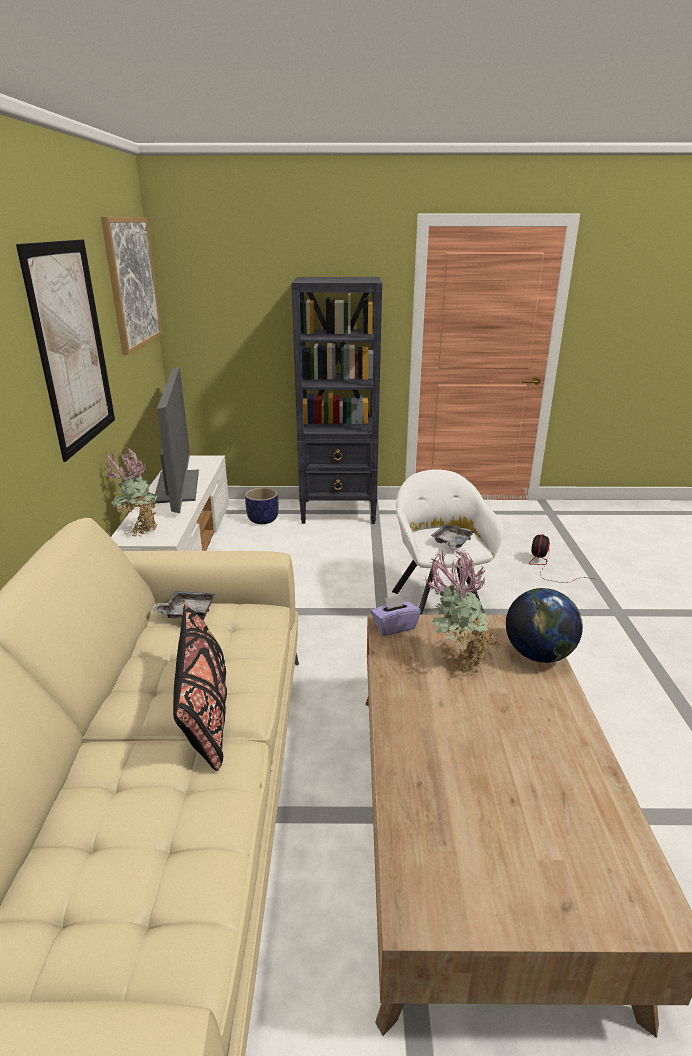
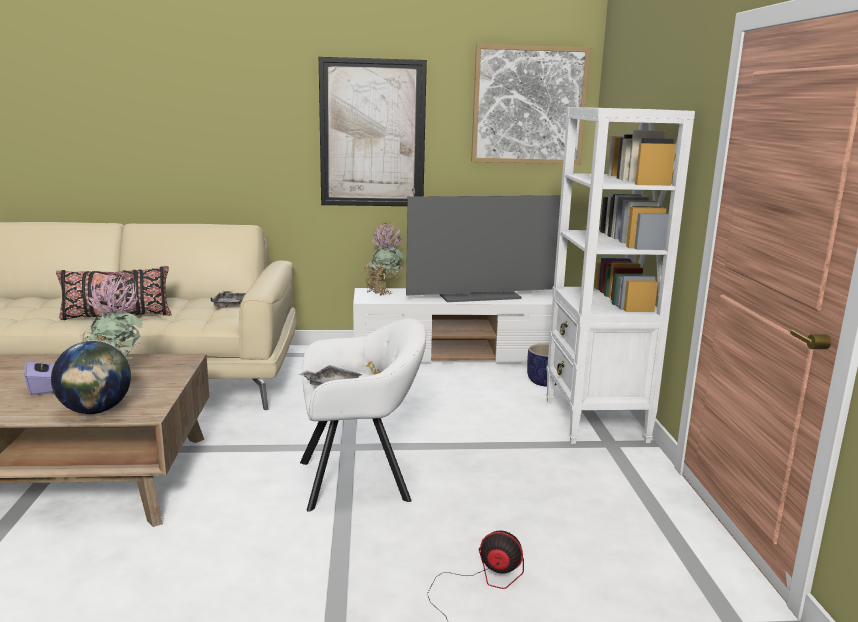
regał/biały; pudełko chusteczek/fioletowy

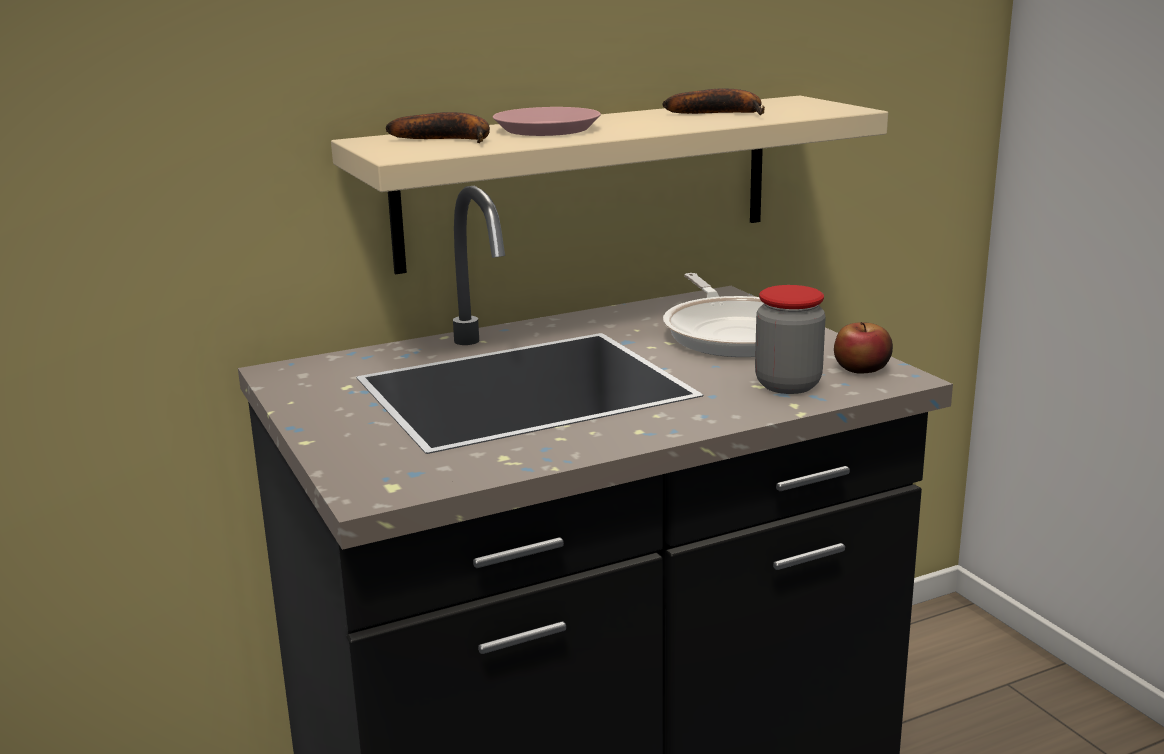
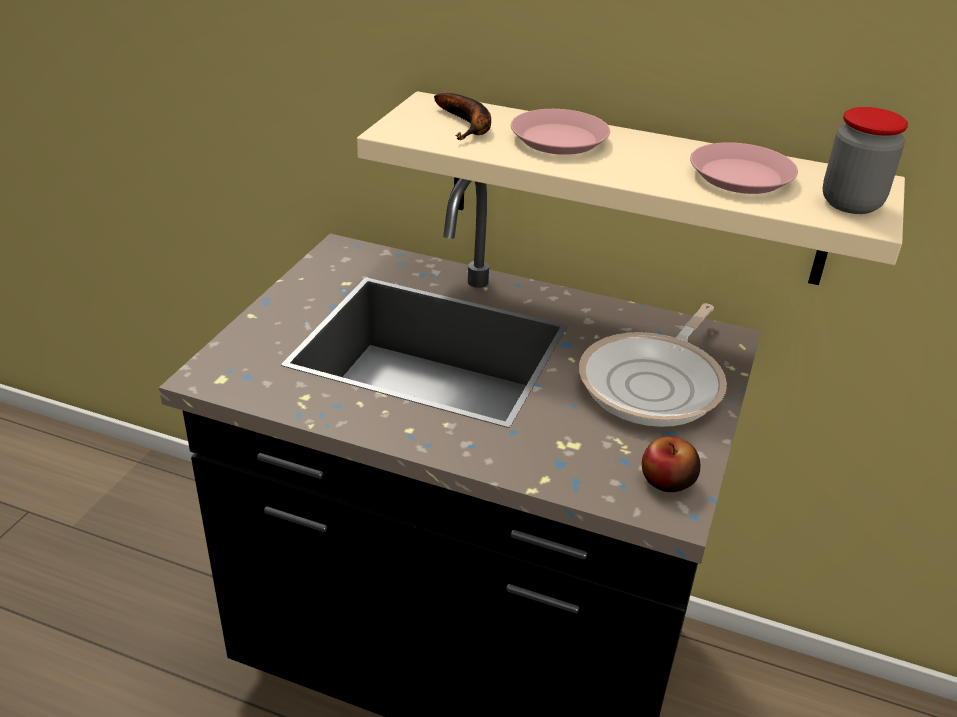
talerz/różowy (no. 2 from left); słoik

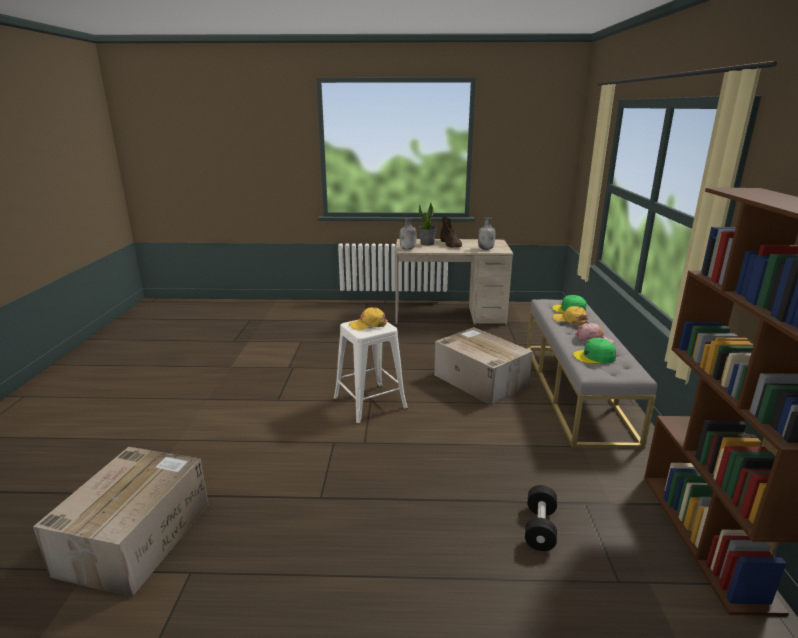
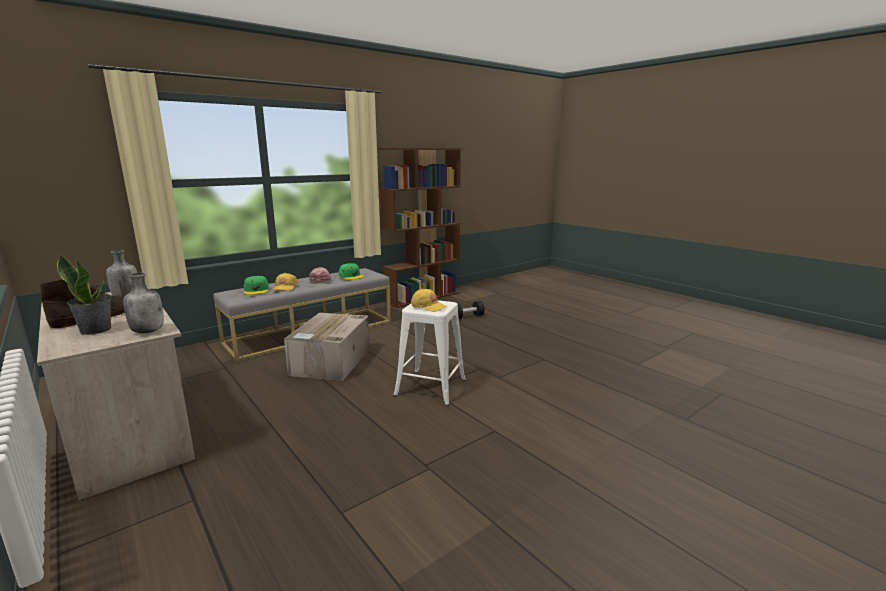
karton (no. 1 from left in the first image)

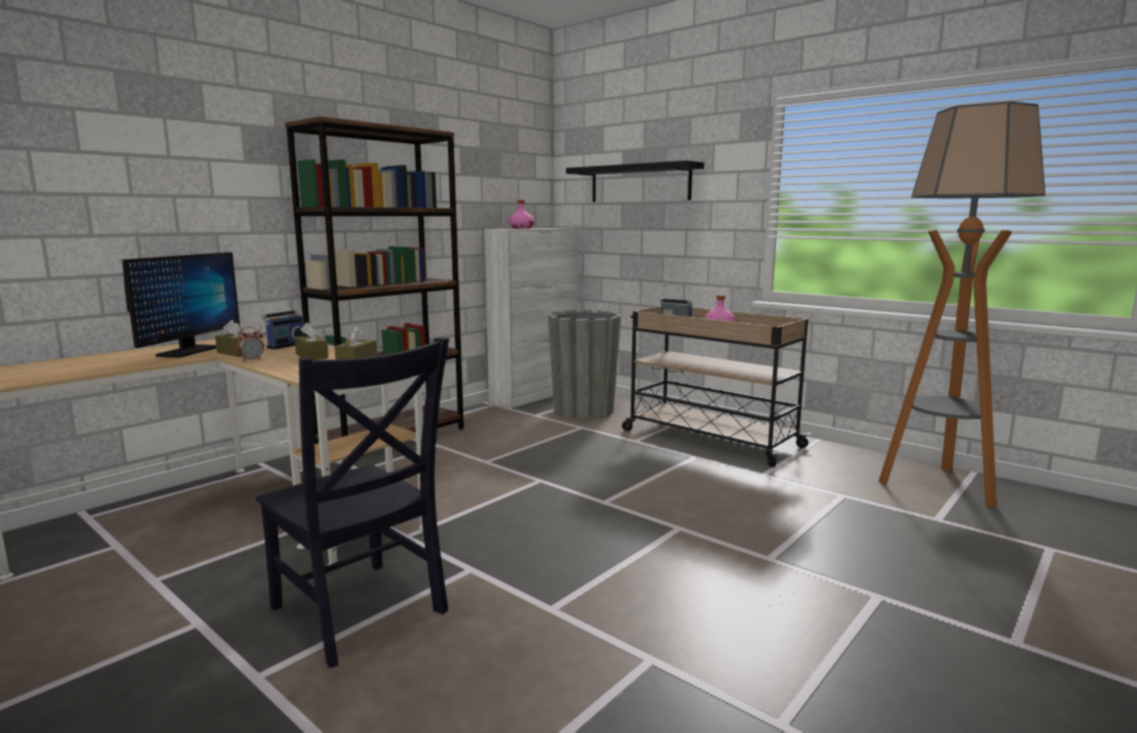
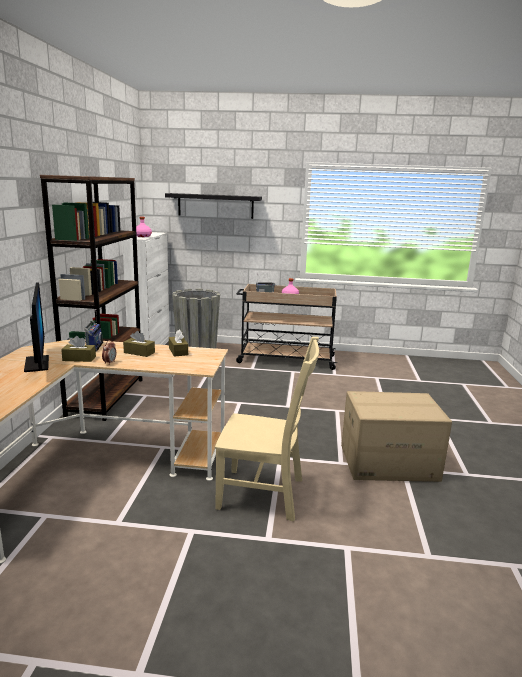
lampa stojąca; krzesło/beżowy; karton

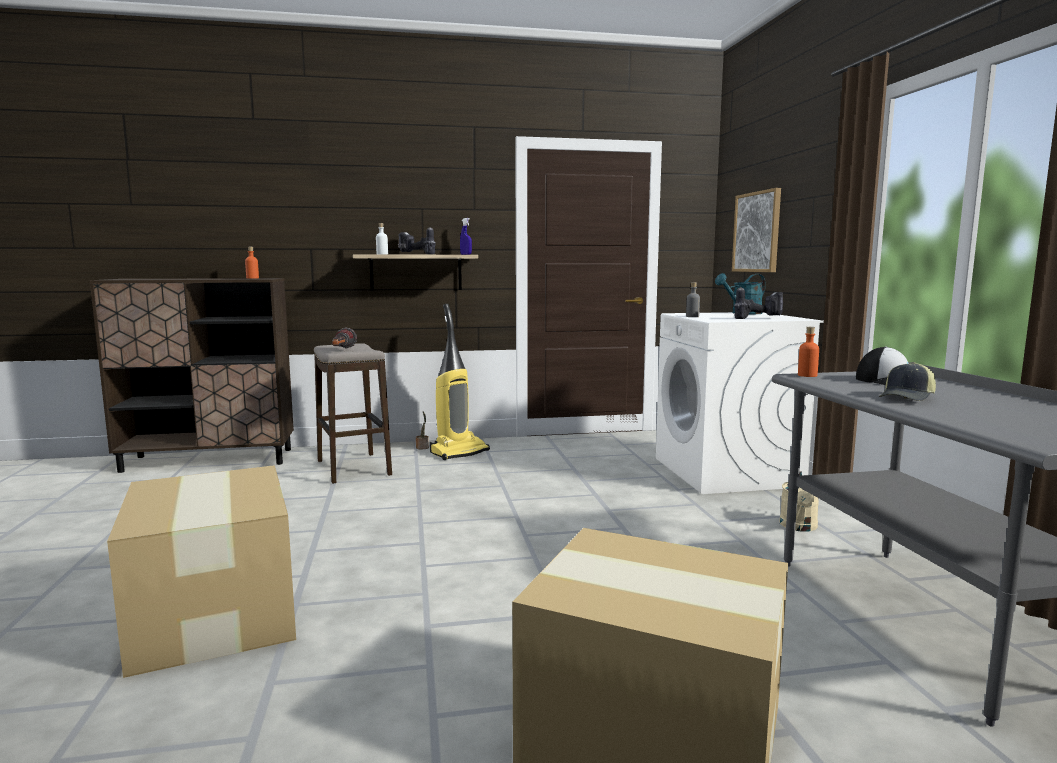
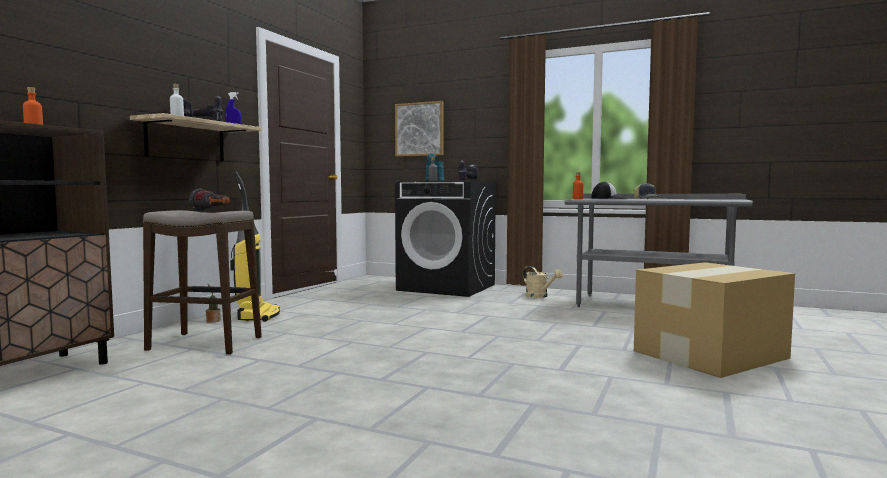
pralka/czarny; karton (no. 1 from left in the first image)

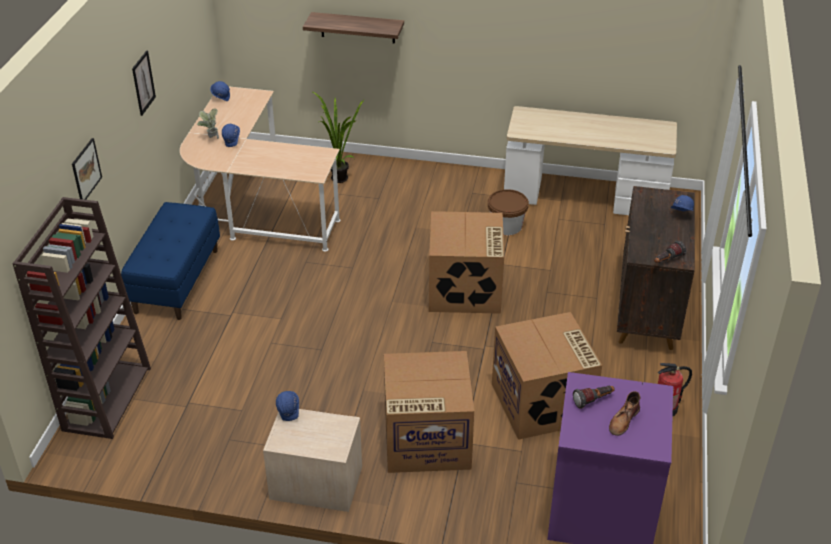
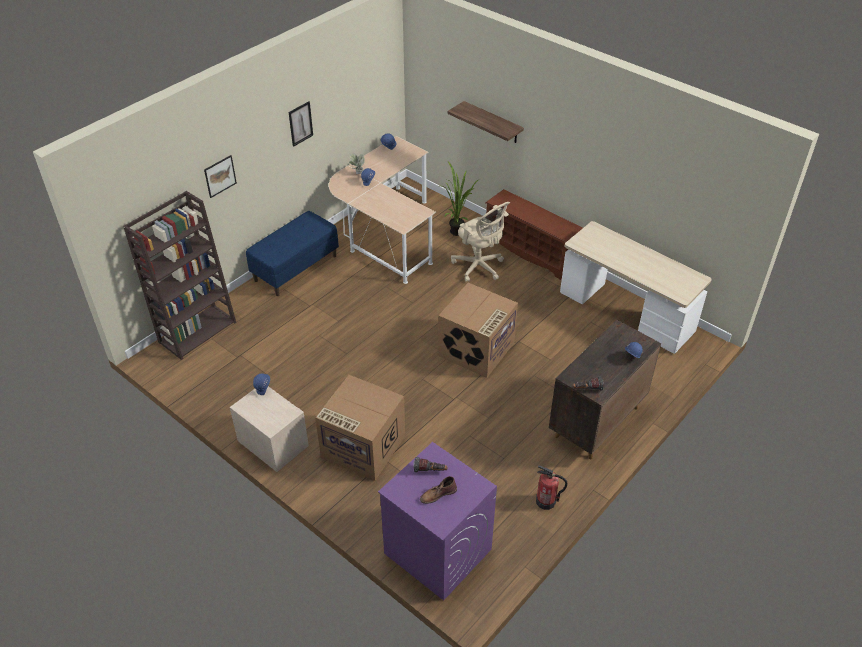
wiadro/brązowy; karton (no. 3 from left in the first image); regał na buty/brązowy; krzesło biurowe/beżowy

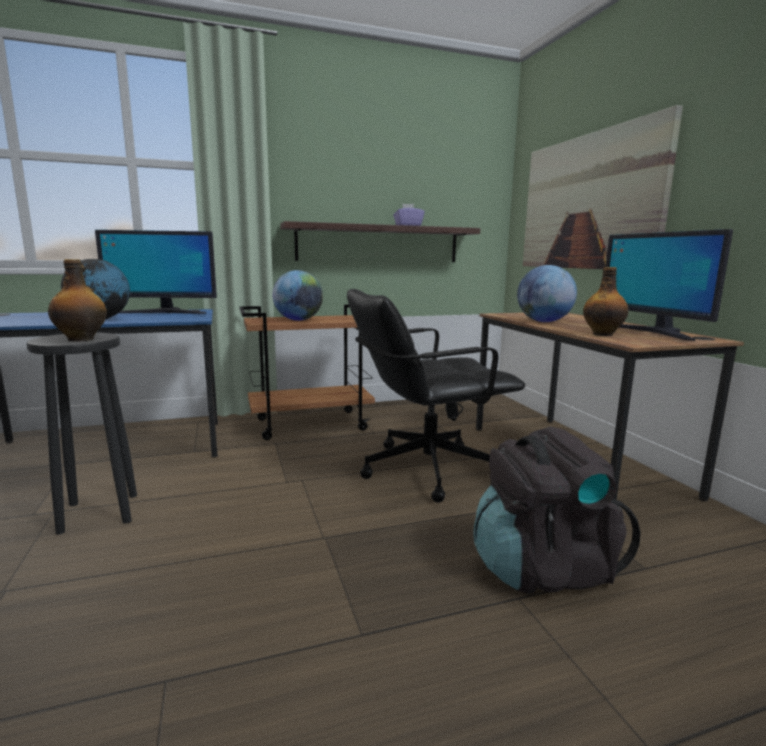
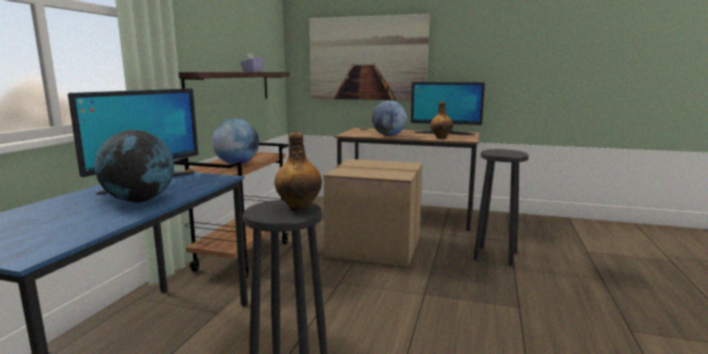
karton; stołek/czarny (no. 2 from left)

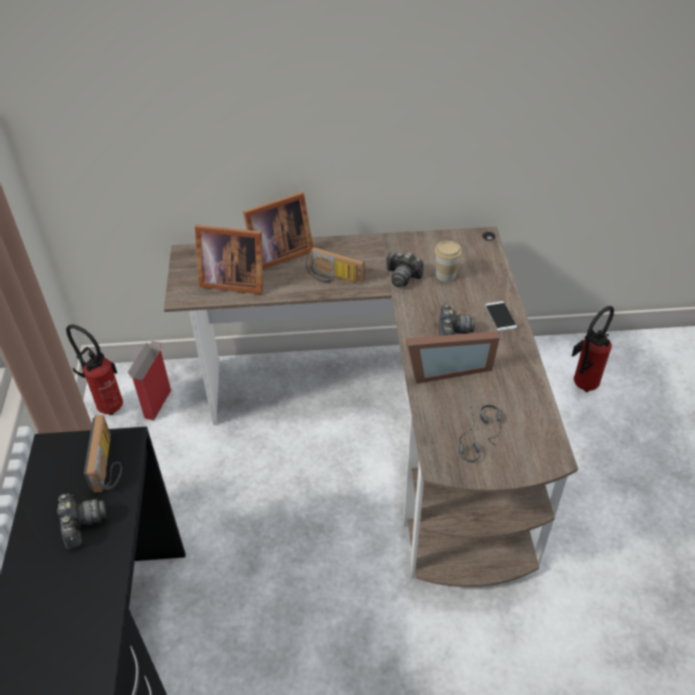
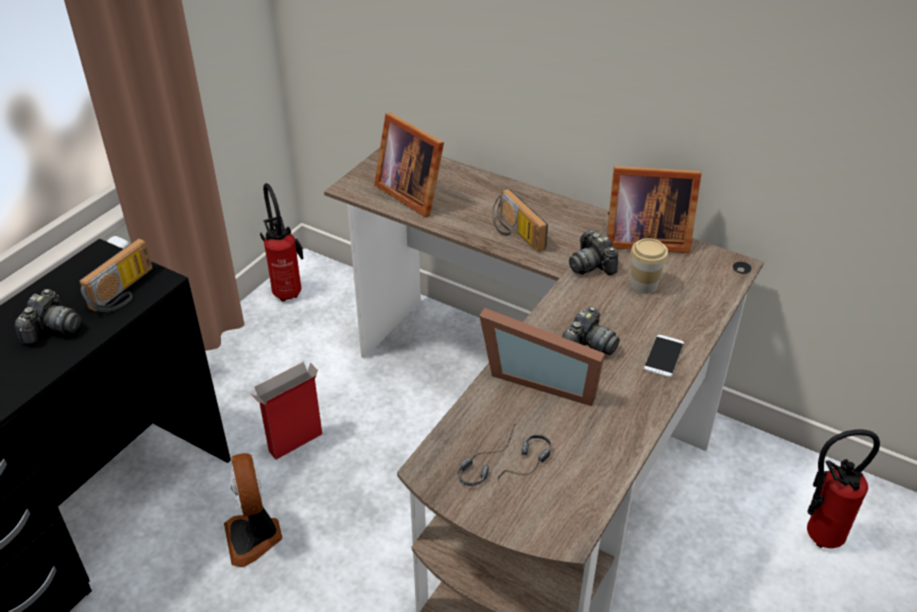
ramka na zdjęcie (no. 3 from left); karton; wentylator

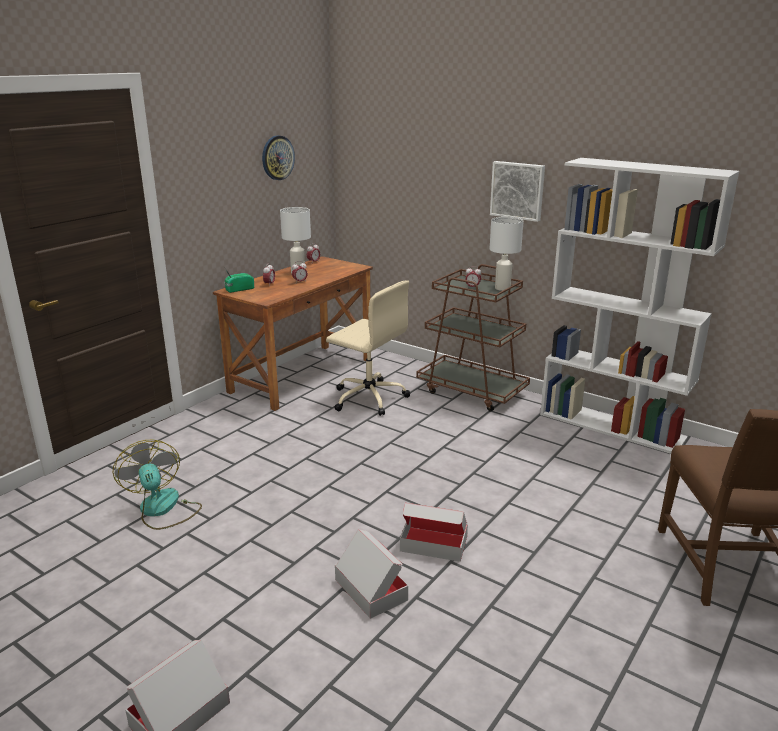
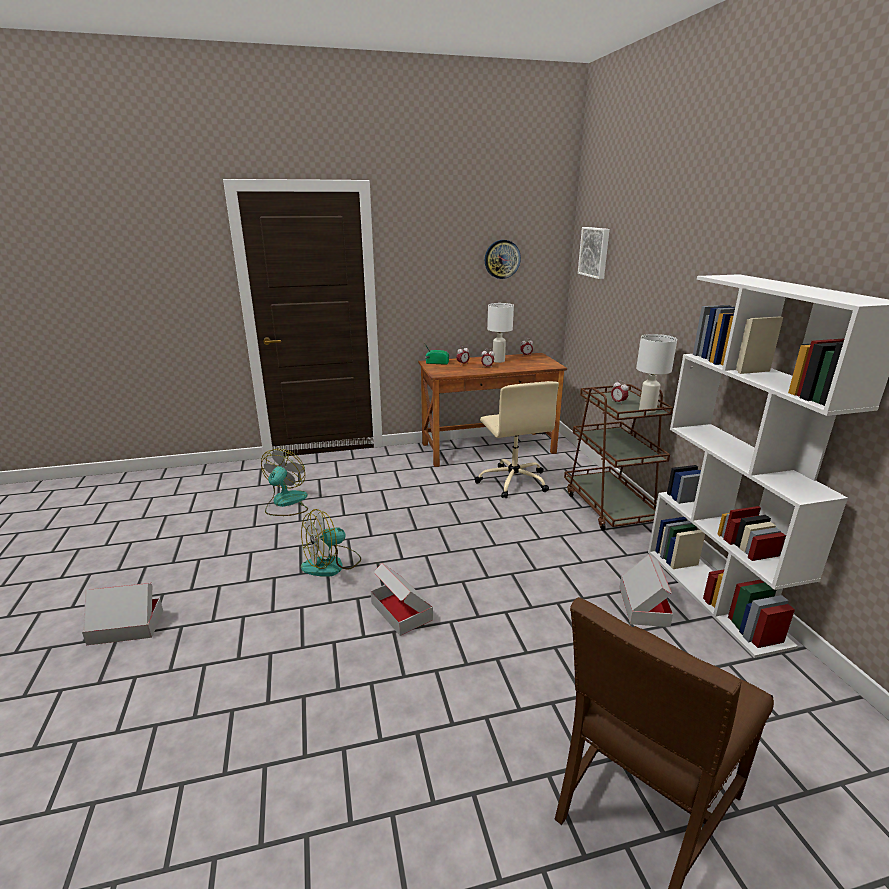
obraz; karton (no. 3 from left); wentylator (no. 2 from left)

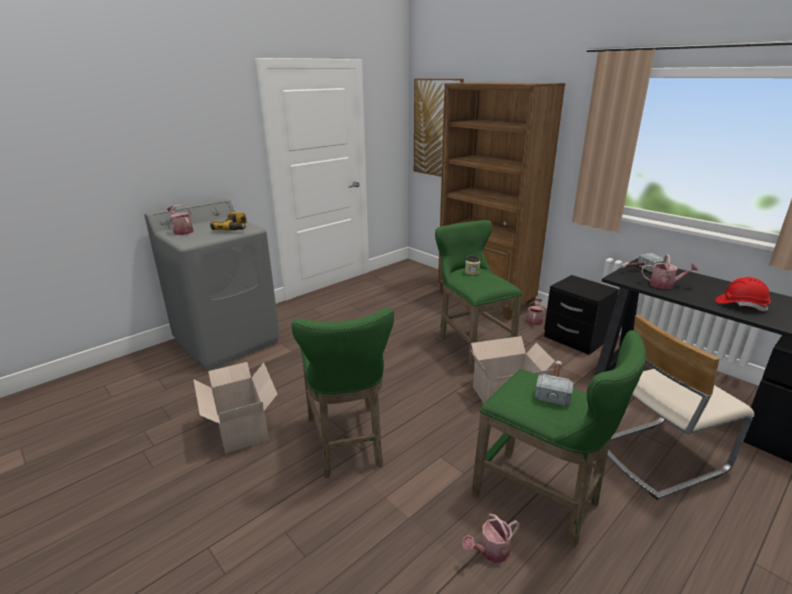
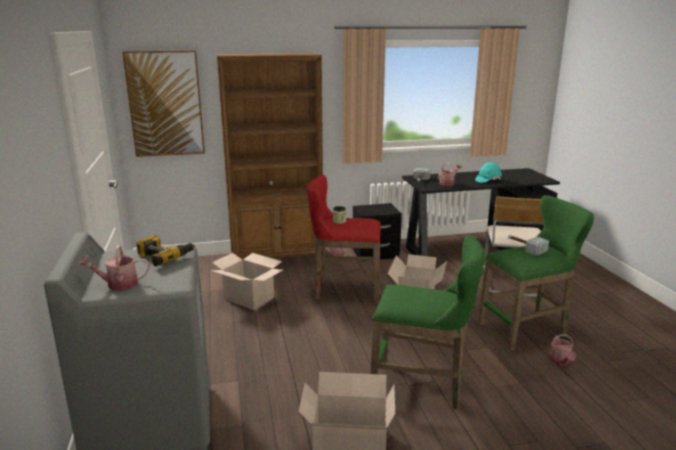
stołek/czerwony; kask/turkusowy; karton (no. 1 from left)

